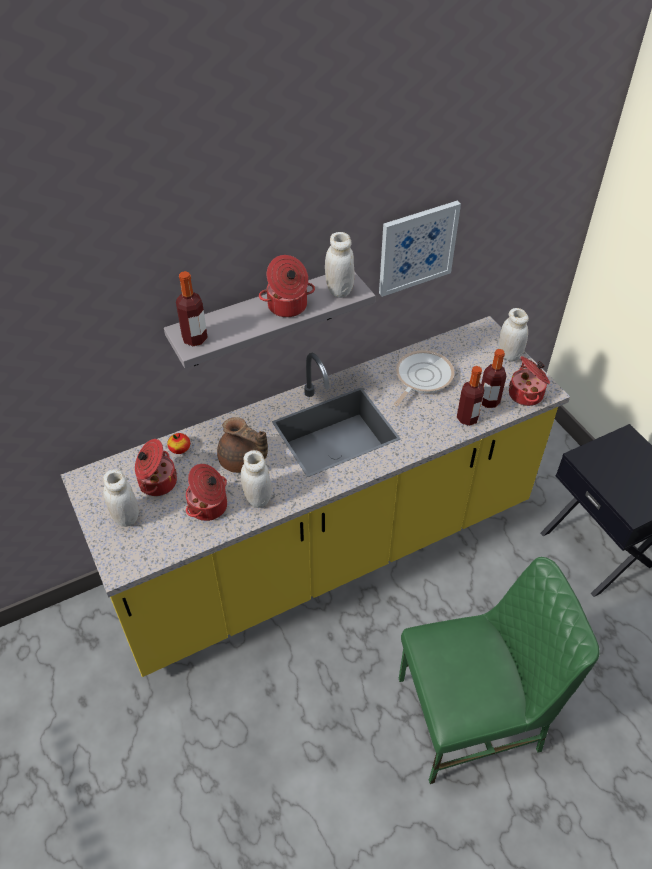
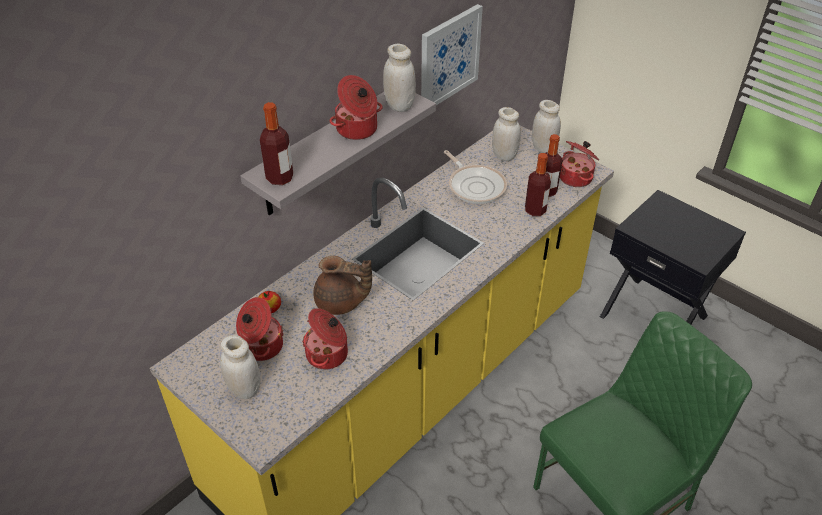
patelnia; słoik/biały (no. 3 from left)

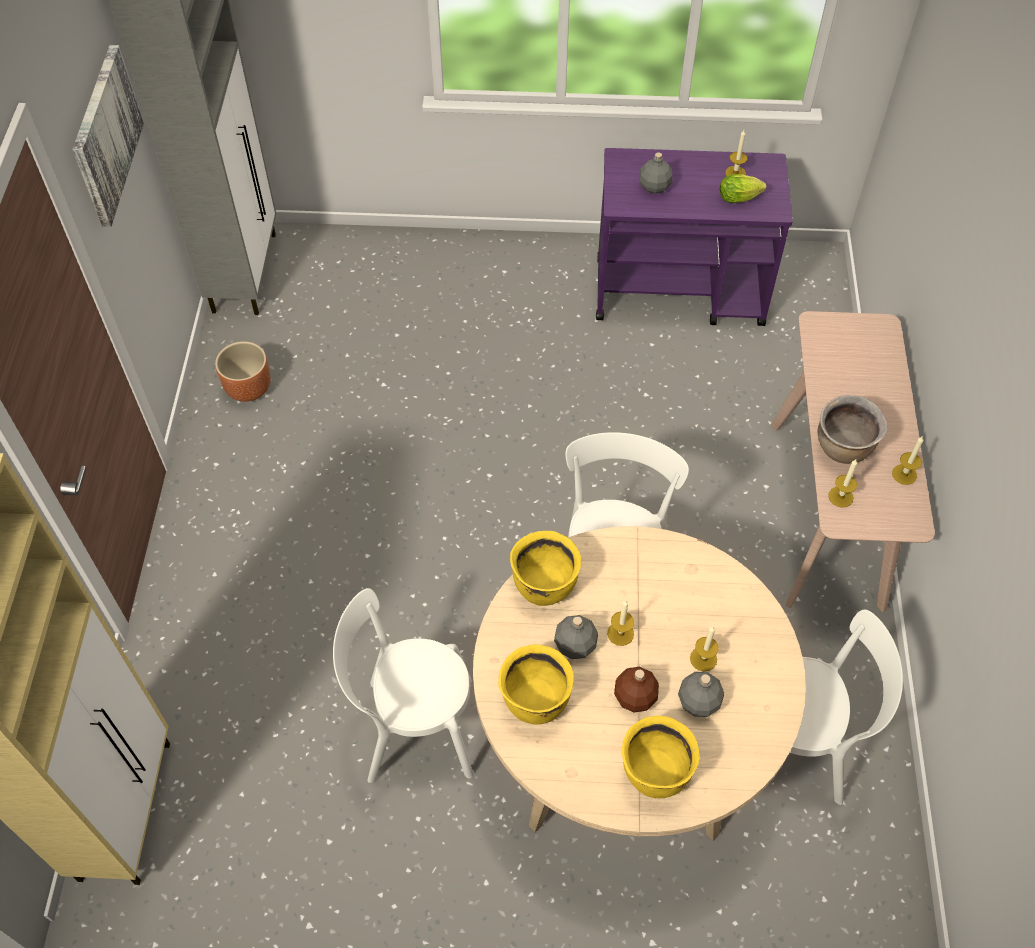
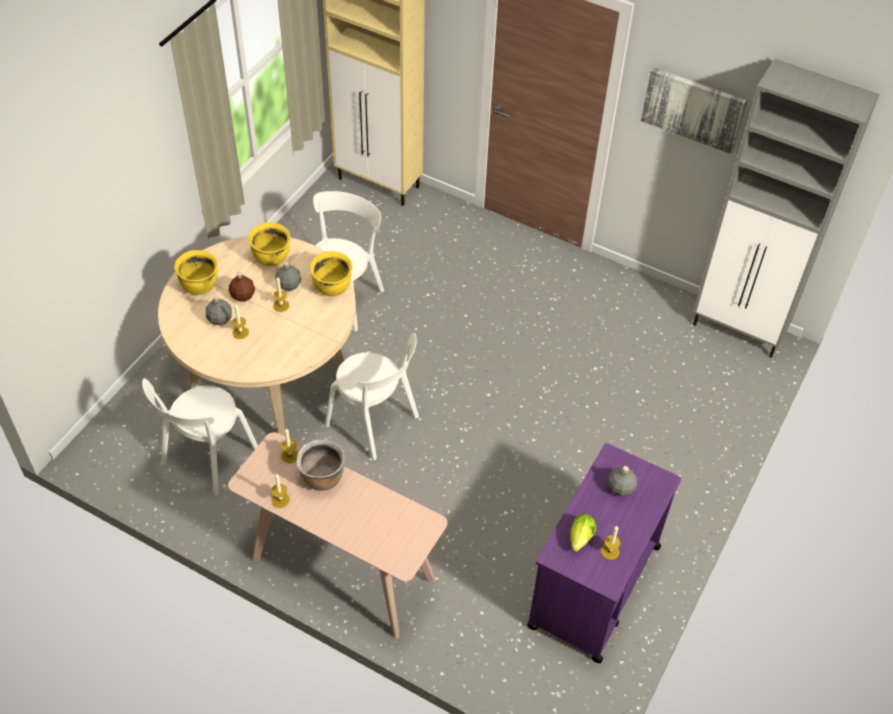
donica/brązowy

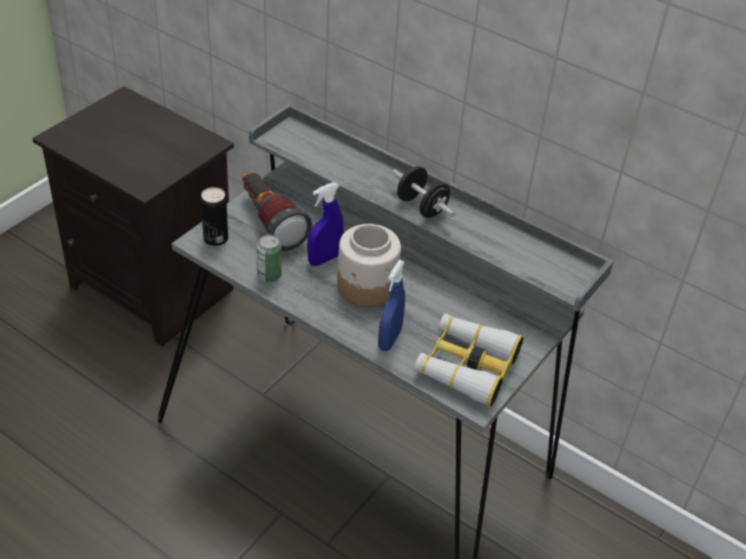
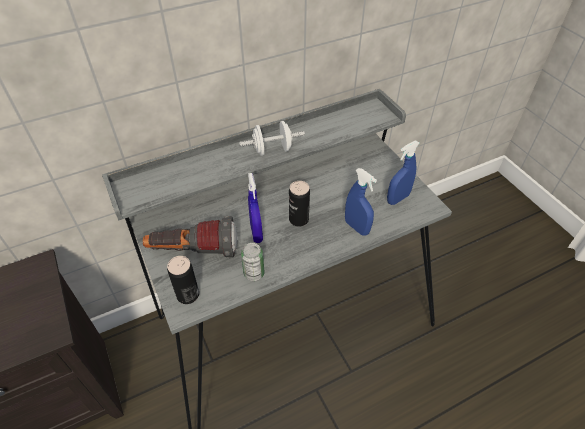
hantel/biały; puszka (no. 3 from left); spryskiwacz/niebieski (no. 3 from left)

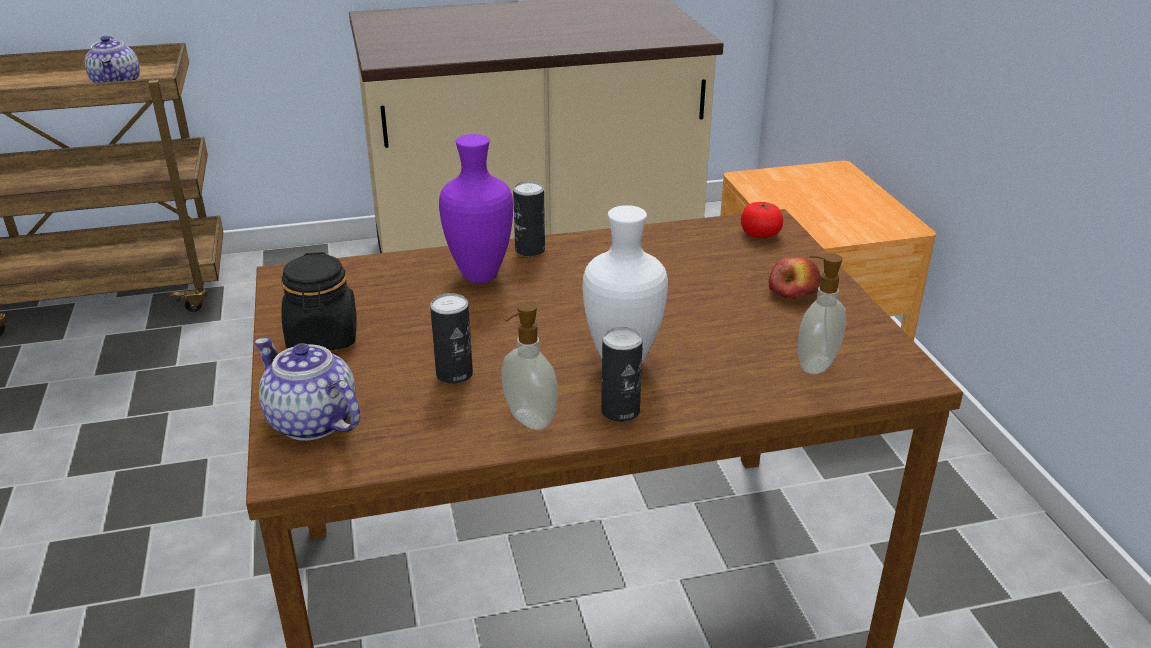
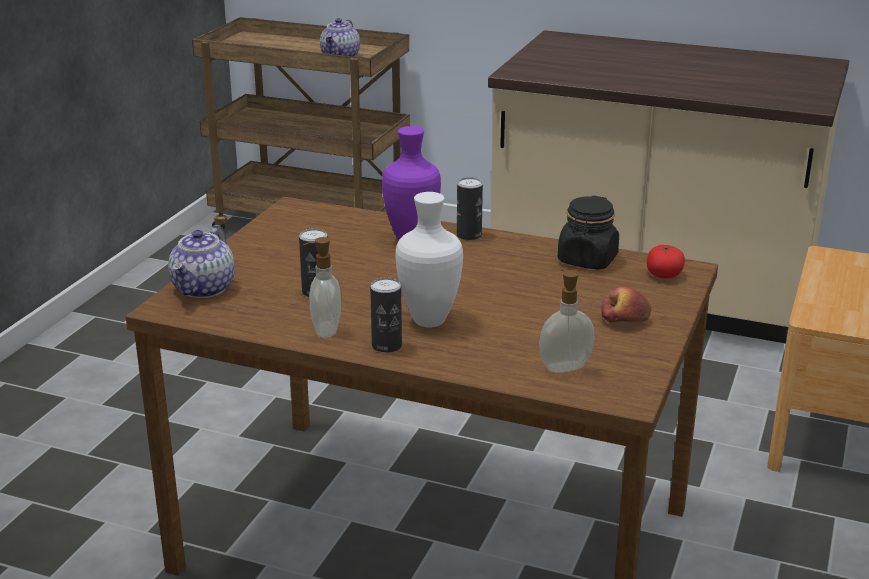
słoik/czarny; imbryk (no. 1 from left)

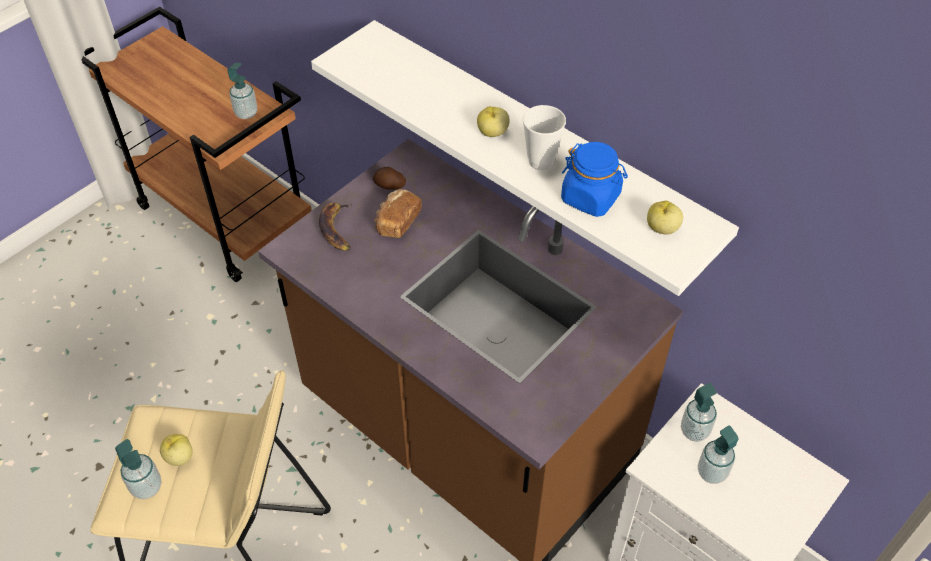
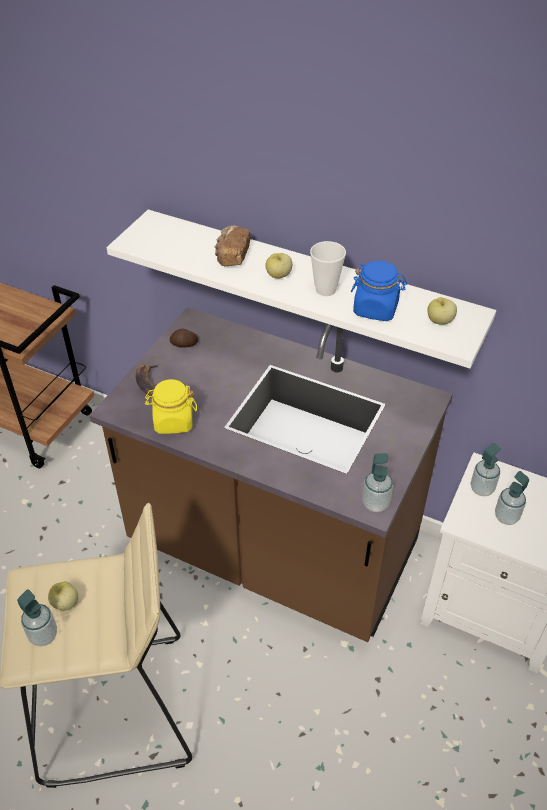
dozownik mydła (no. 2 from left); chleb; słoik/żółty

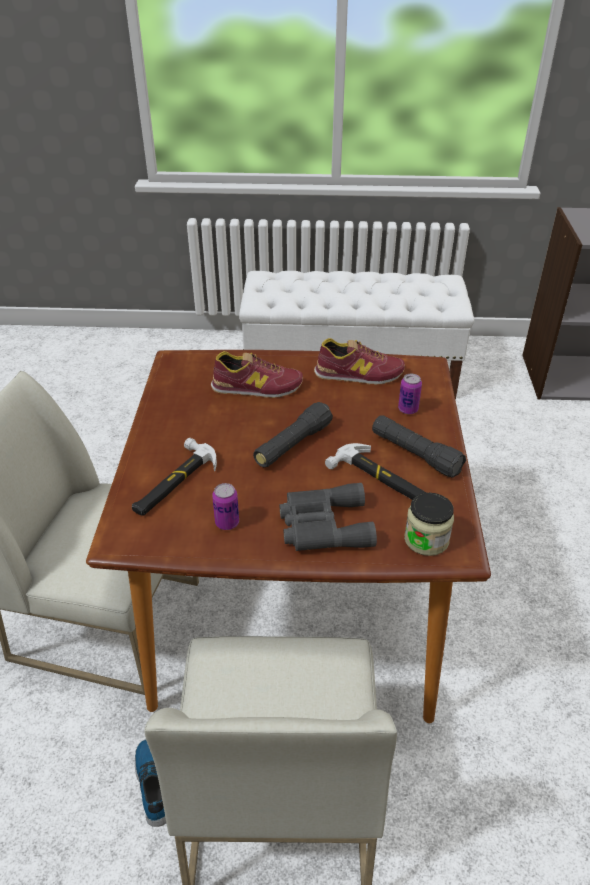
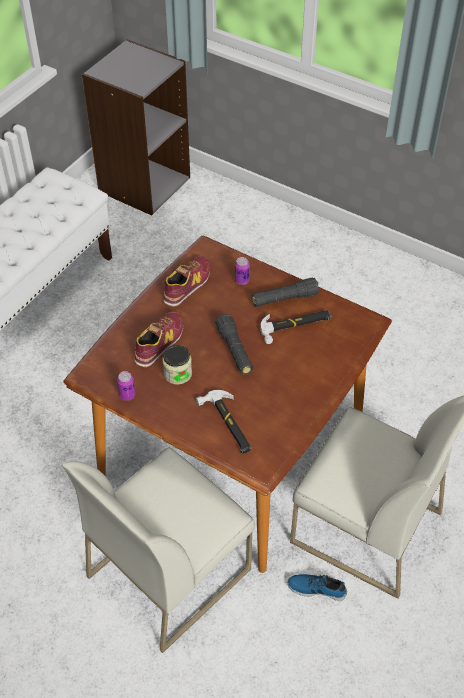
puszka (no. 1 from left); lornetka/szary; słoik

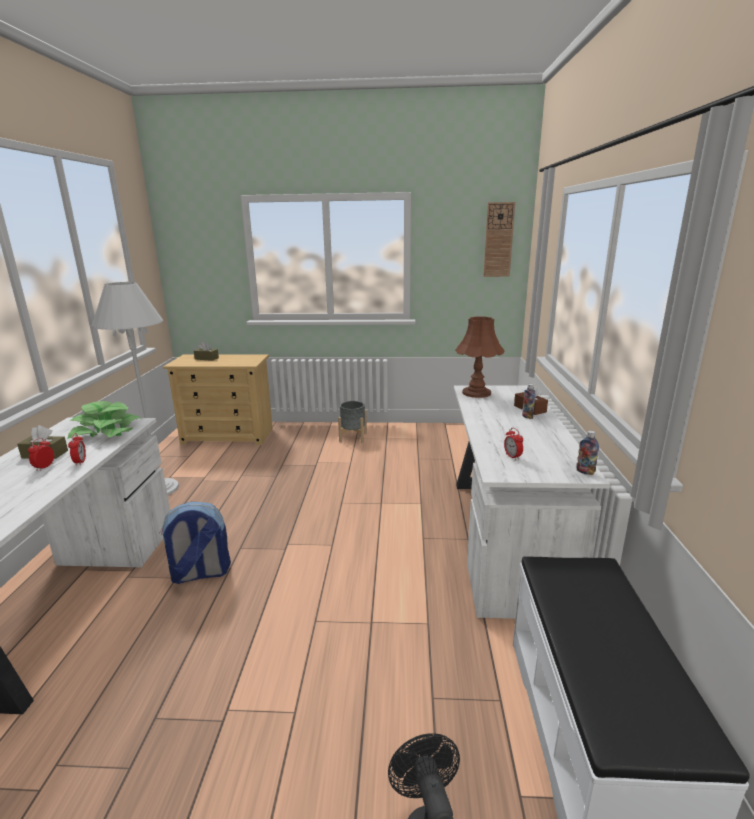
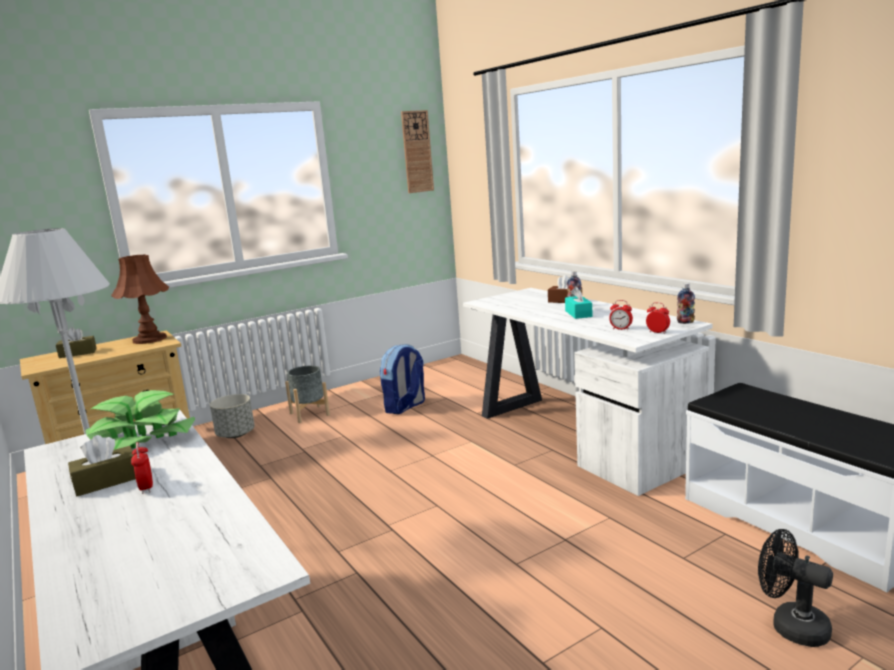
lampa stołowa/brązowy; budzik (no. 3 from left); plecak; pudełko chusteczek/turkusowy; donica/szary (no. 1 from left)

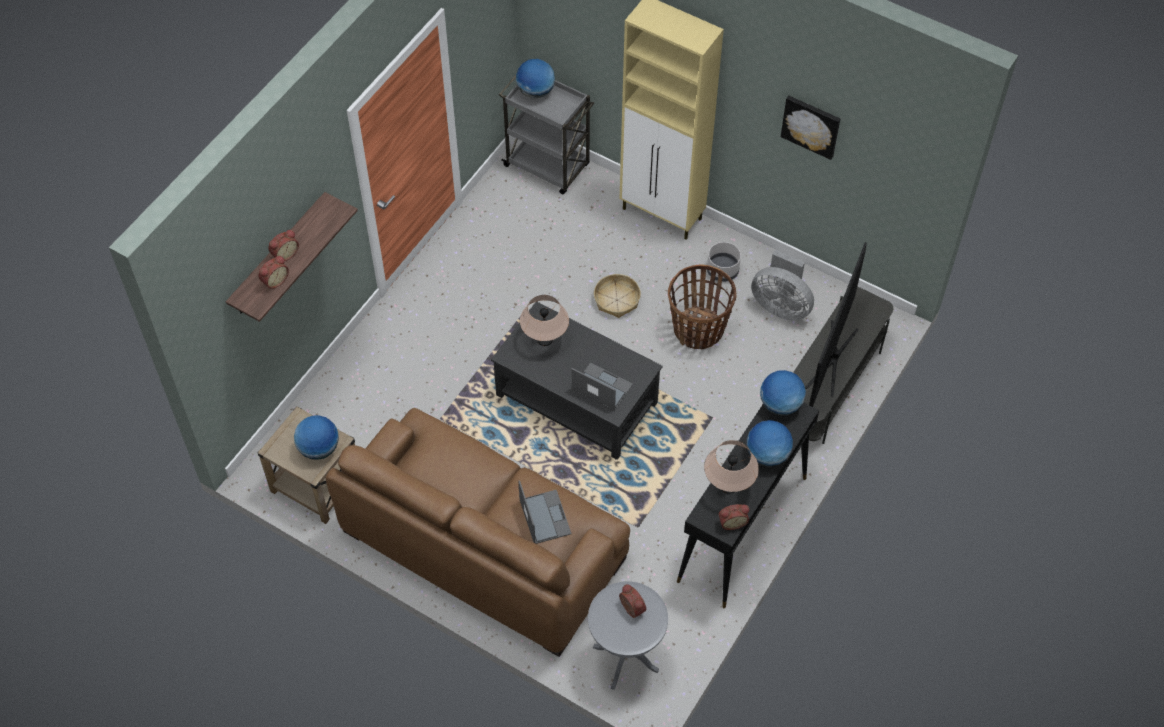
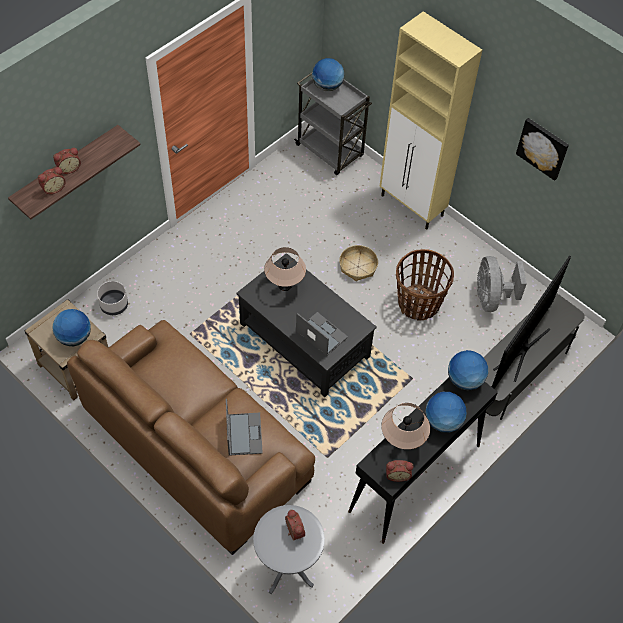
donica/szary; wentylator/szary

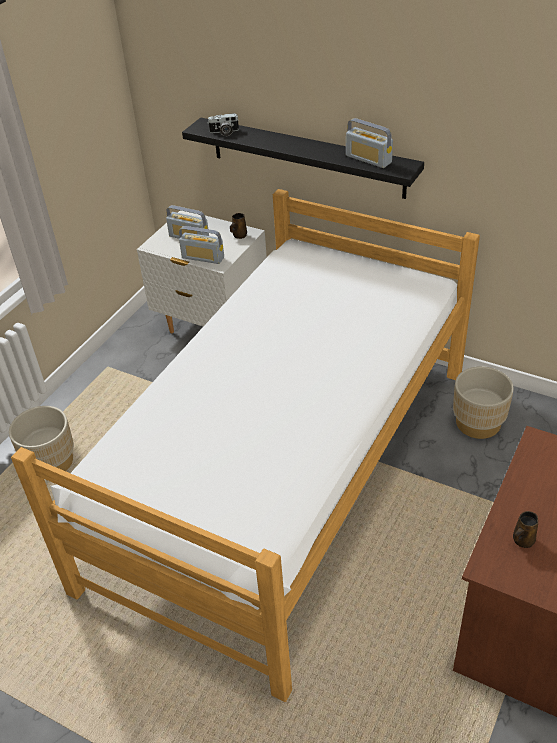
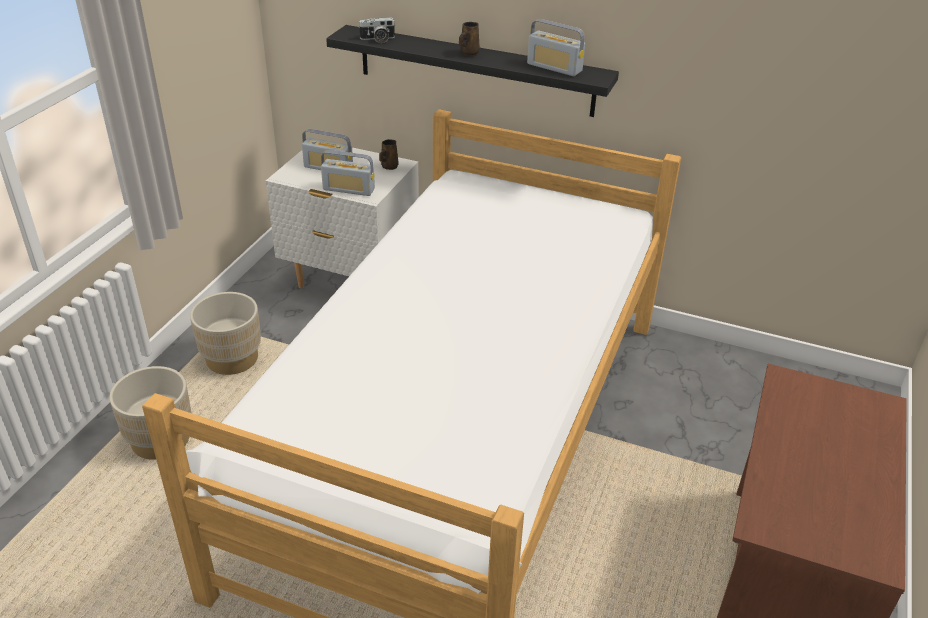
donica/beżowy (no. 2 from left); kubek/brązowy (no. 2 from left)

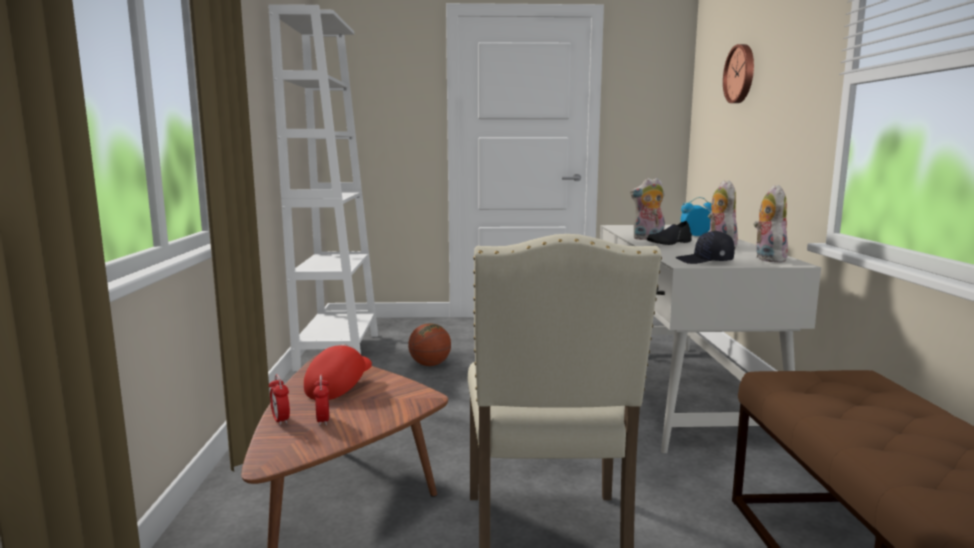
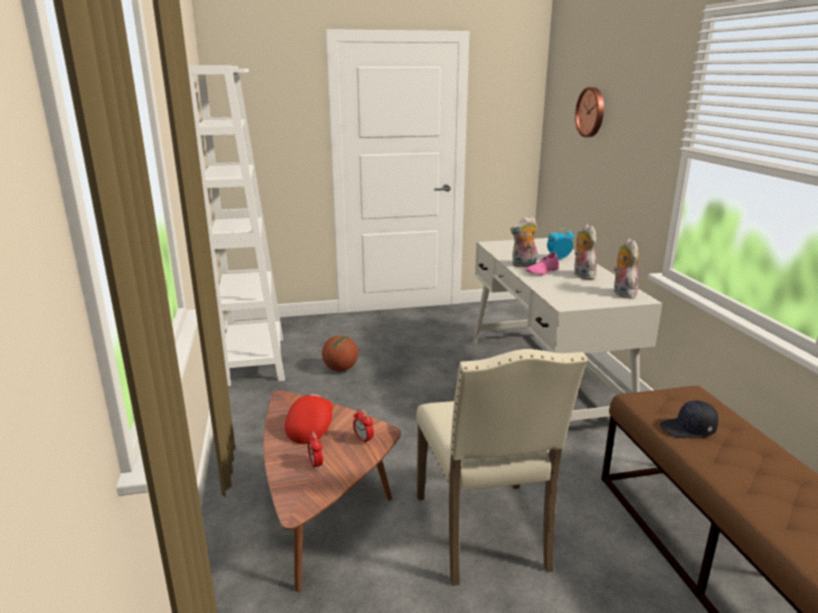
but/różowy; czapka z daszkiem/czarny; budzik (no. 2 from left)

